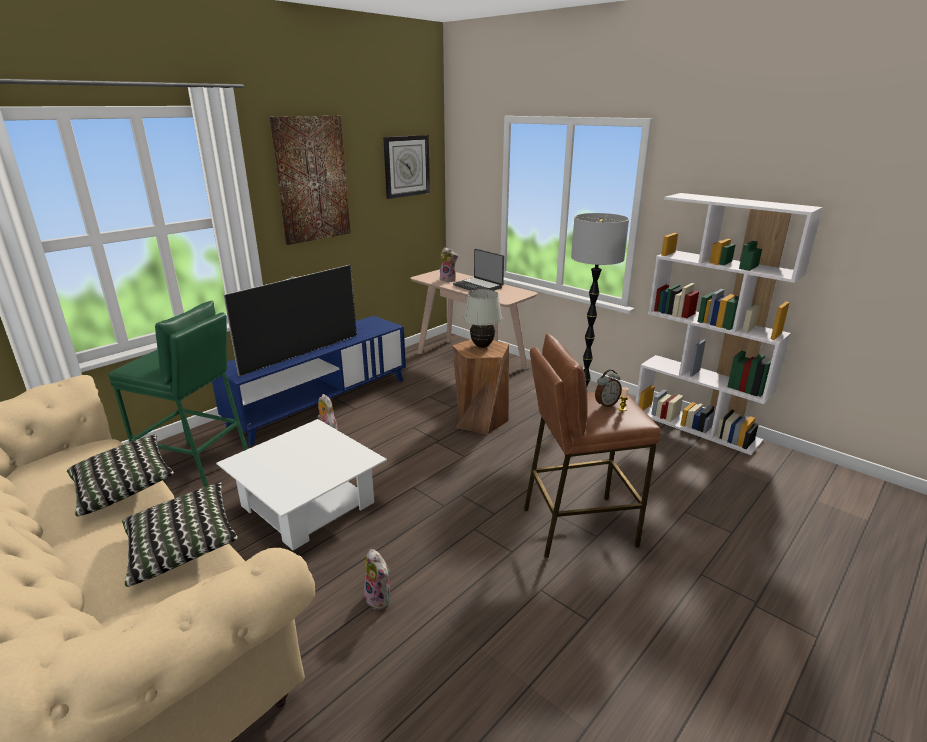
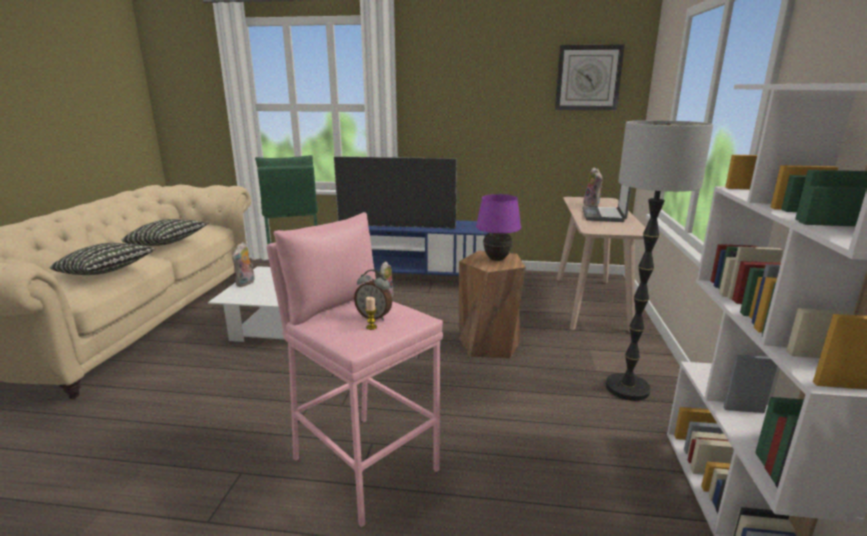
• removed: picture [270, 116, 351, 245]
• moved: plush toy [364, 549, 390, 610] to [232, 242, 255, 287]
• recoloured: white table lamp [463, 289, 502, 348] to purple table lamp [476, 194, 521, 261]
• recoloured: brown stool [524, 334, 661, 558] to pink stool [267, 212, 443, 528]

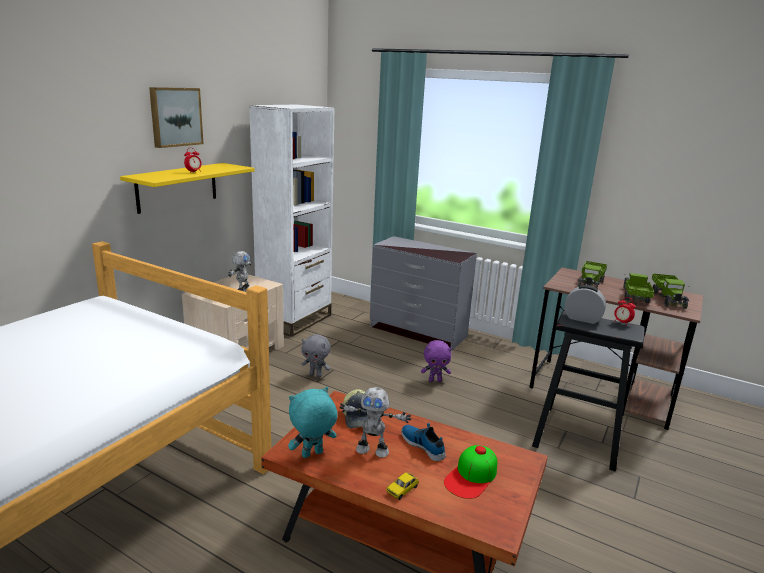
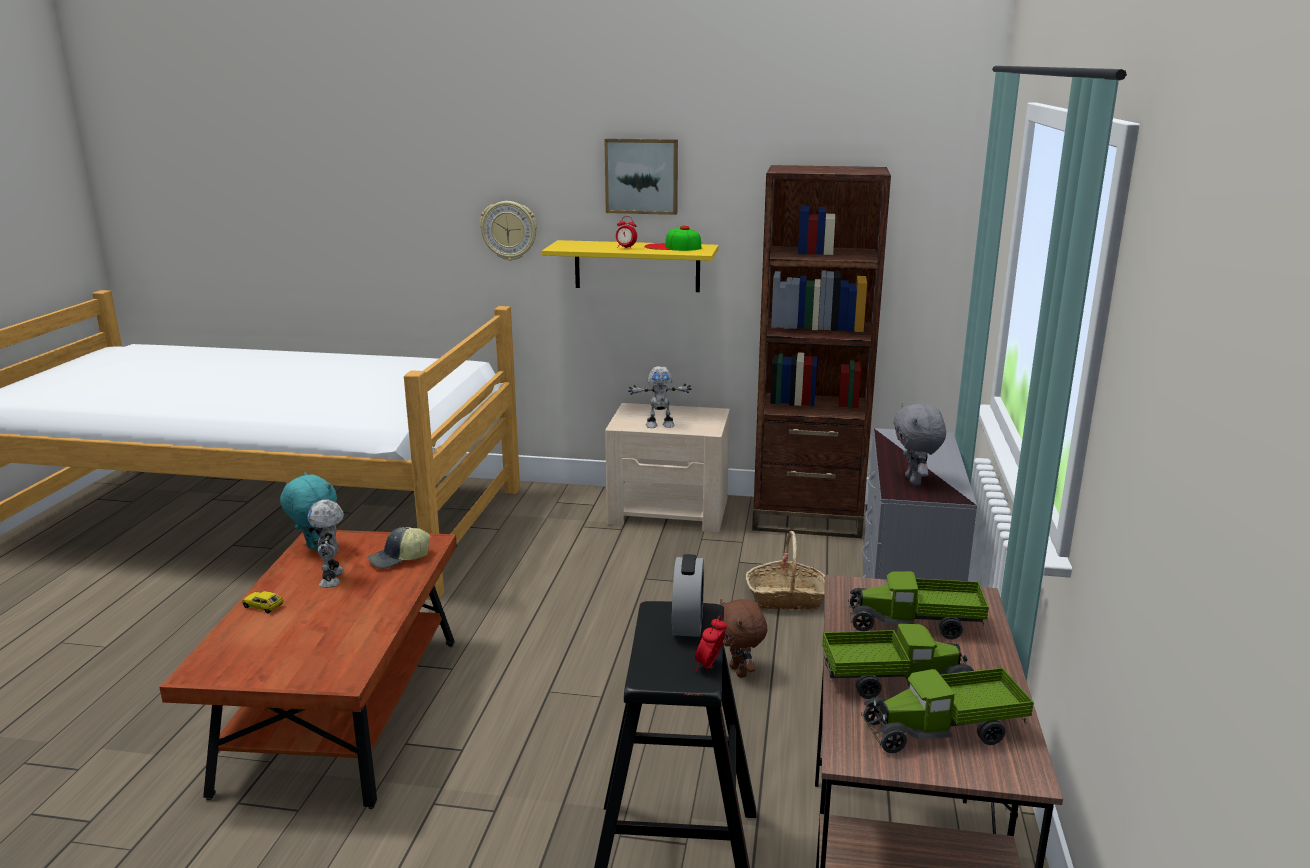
• recoloured: white bookcase [249, 105, 334, 337] to brown bookcase [752, 165, 891, 538]
• moved: grey plush toy [302, 334, 331, 377] to [894, 403, 946, 486]
• removed: shoe [401, 423, 446, 461]
• recoloured: purple plush toy [421, 340, 452, 382] to brown plush toy [720, 599, 767, 678]
• moved: cap [444, 445, 497, 499] to [644, 226, 701, 251]
• added: wall clock [480, 201, 537, 261]
• added: basket [746, 531, 825, 609]

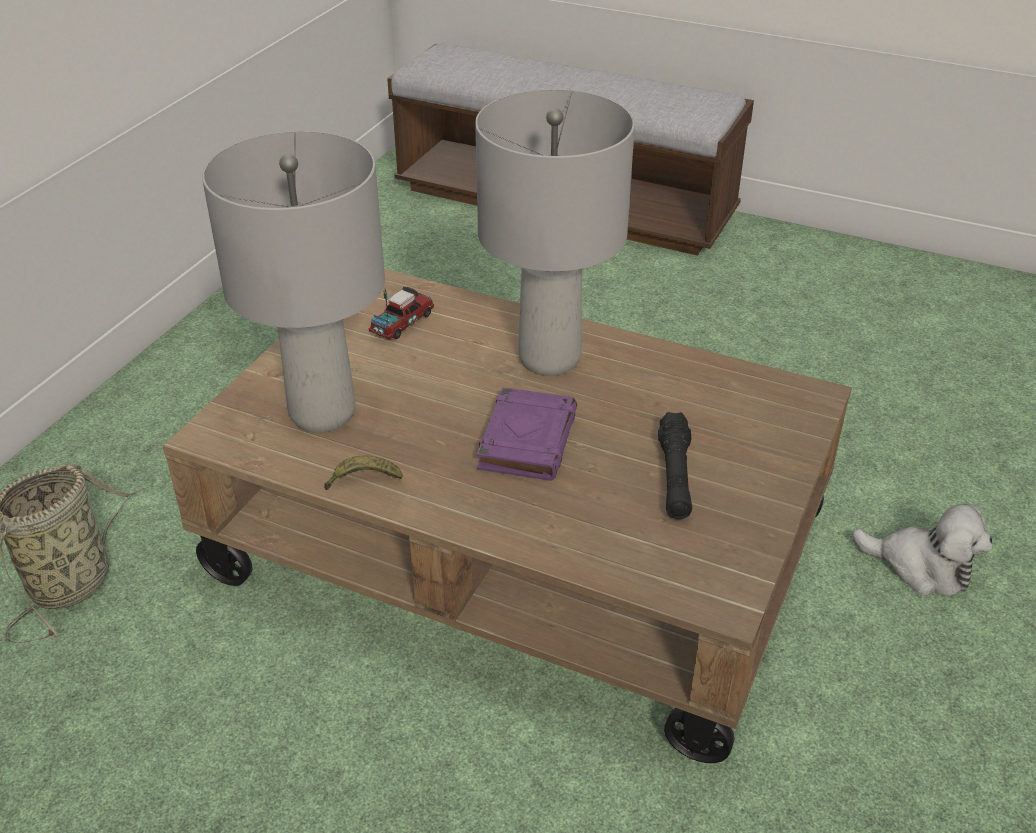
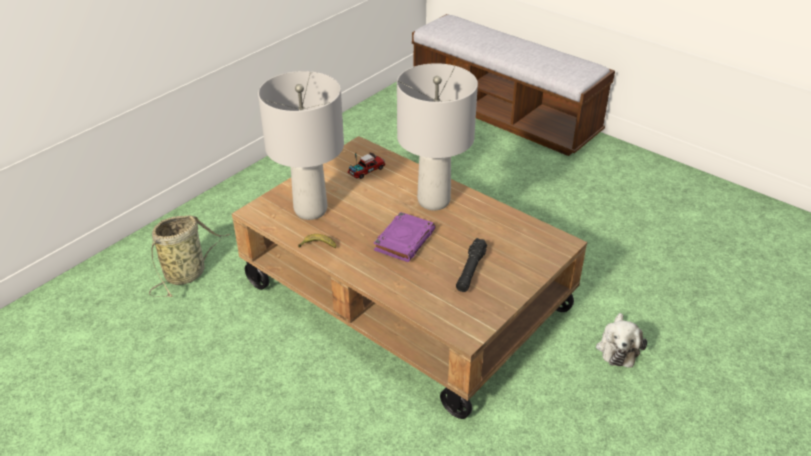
• turned: plush toy [852, 504, 992, 596] = [596, 313, 647, 368] 60 degrees clockwise

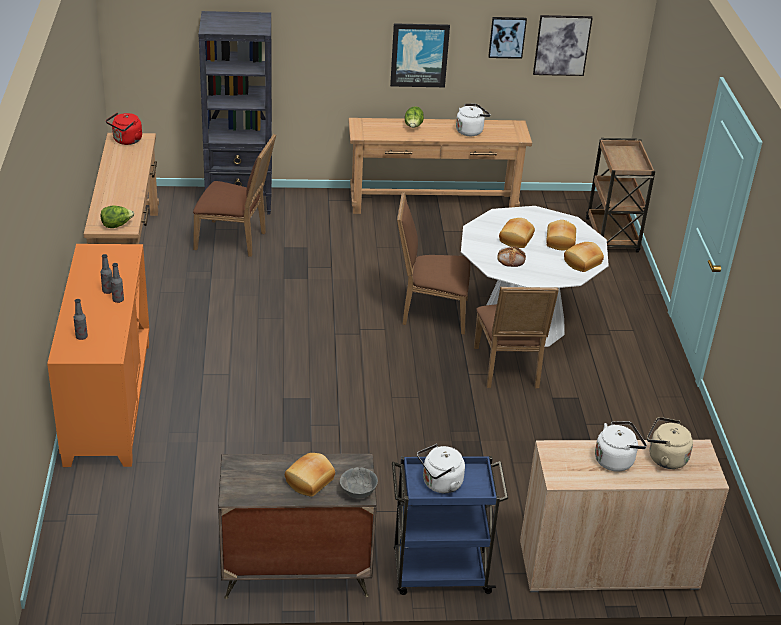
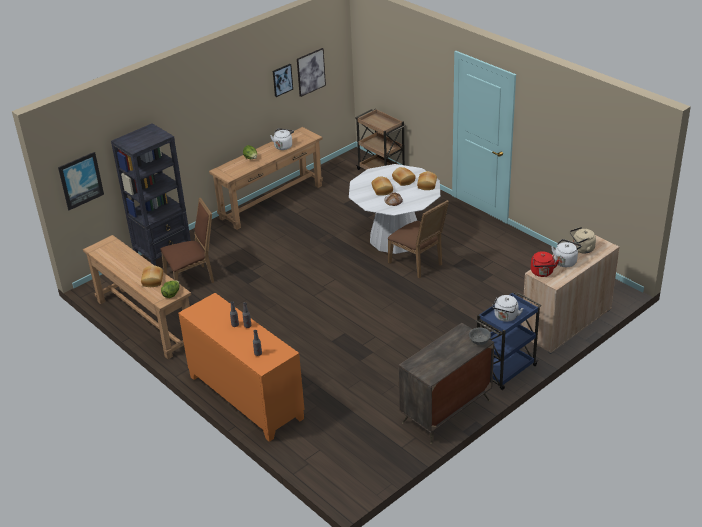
• moved: red kettle [106, 112, 142, 145] to [531, 251, 559, 277]
• moved: bread [285, 453, 335, 497] to [141, 265, 163, 287]
• moved: picture [390, 23, 450, 87] to [58, 152, 104, 210]
• removed: brown chair [397, 192, 470, 334]

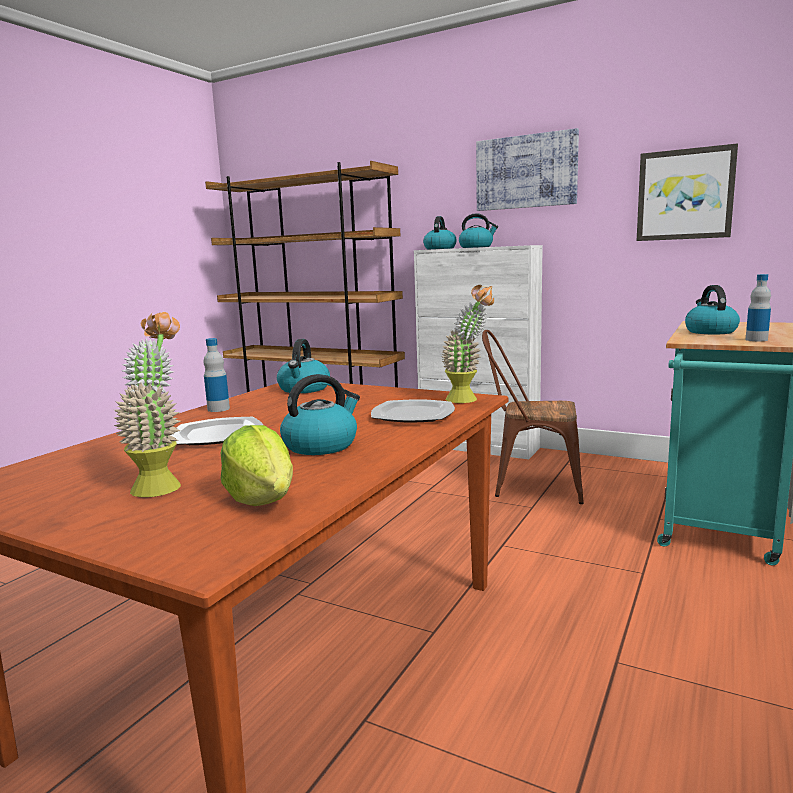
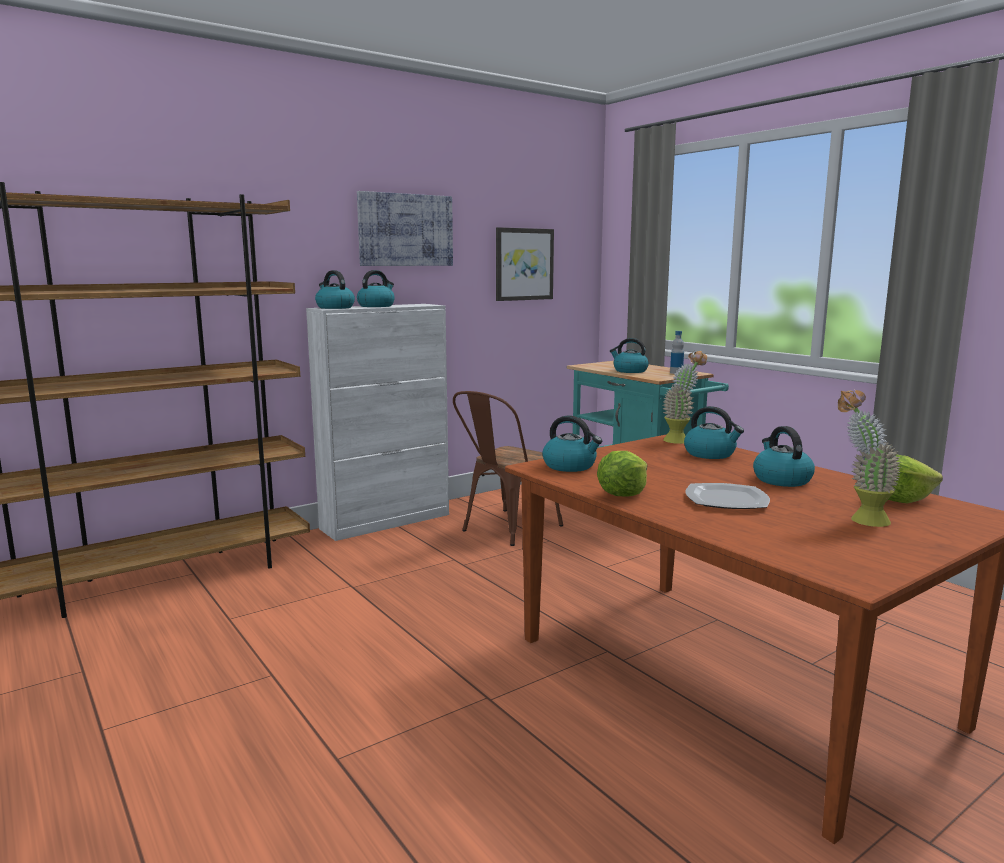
• replaced: bottle [203, 338, 230, 412] to lettuce [597, 451, 647, 497]
• replaced: plate [371, 399, 455, 423] to kettle [684, 406, 744, 459]

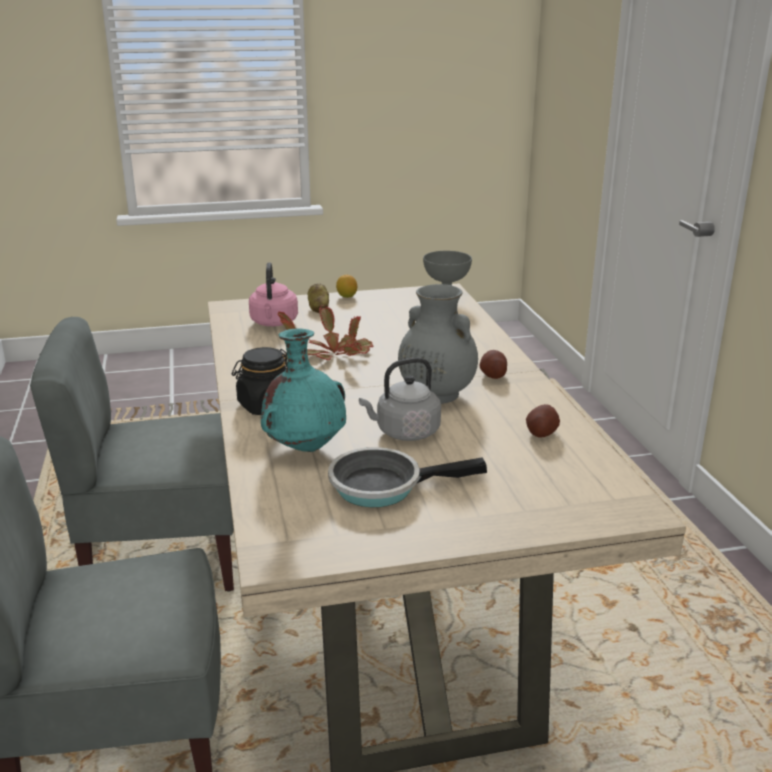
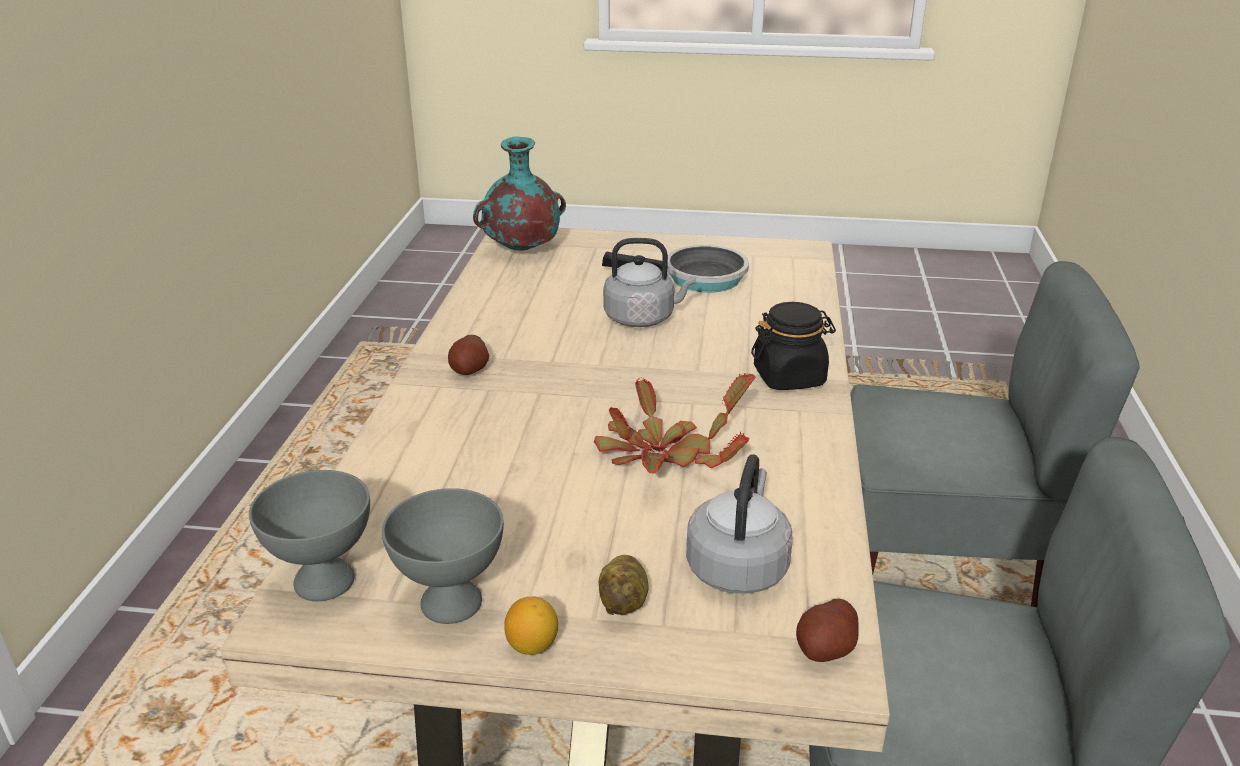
• recoloured: pink kettle [249, 262, 298, 326] to grey kettle [686, 454, 793, 594]
• moved: turquoise vase [261, 329, 346, 452] to [473, 136, 566, 251]
• removed: grey vase [398, 284, 478, 404]
• moved: potato [526, 404, 560, 438] to [796, 598, 859, 662]
• added: grey bowl [382, 488, 504, 624]

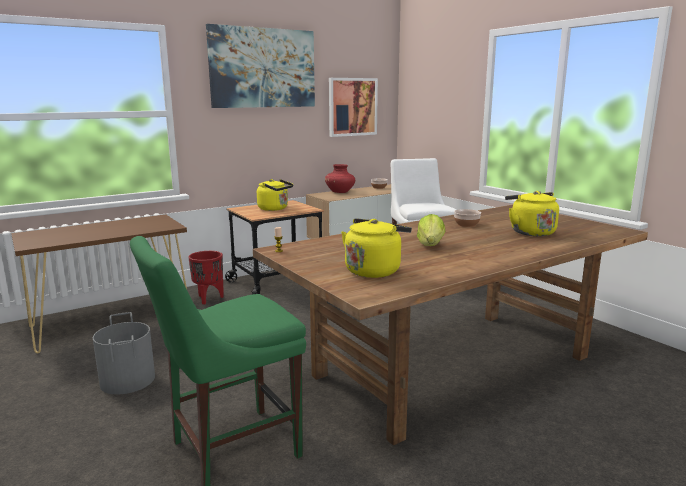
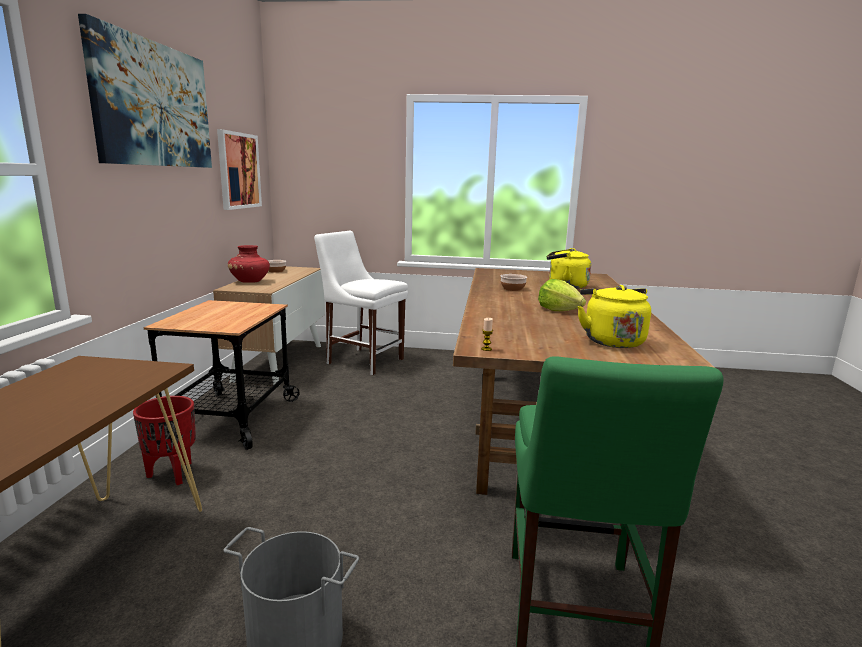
• removed: yellow kettle [257, 179, 293, 211]

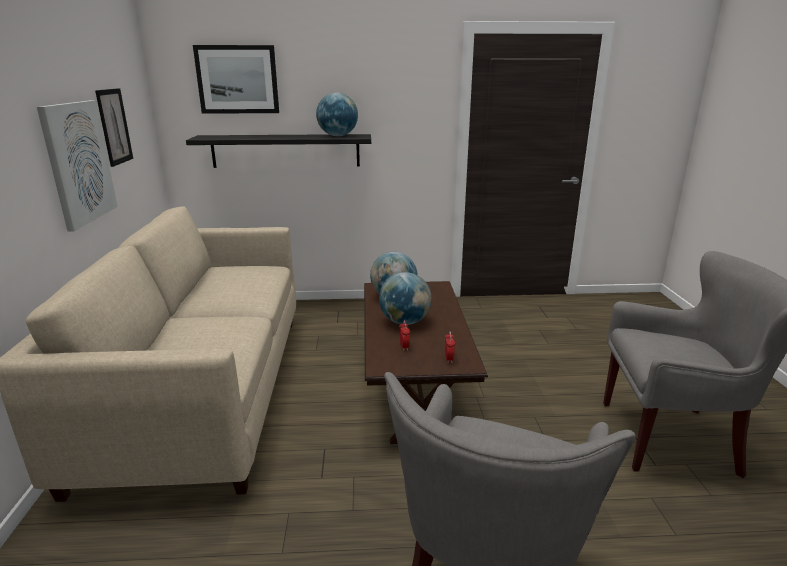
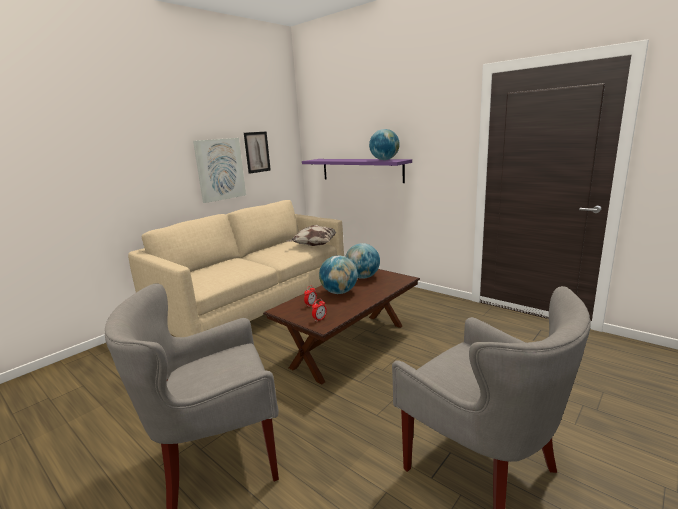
• recoloured: black shelf [186, 134, 371, 168] to purple shelf [302, 159, 412, 183]
• removed: picture [193, 45, 279, 114]
• added: pillow [287, 225, 336, 246]

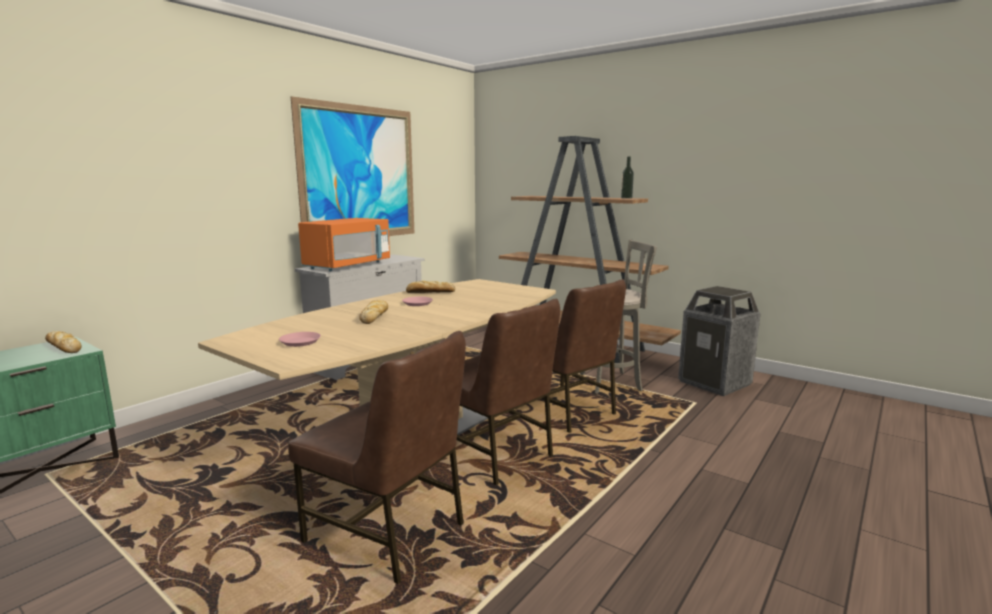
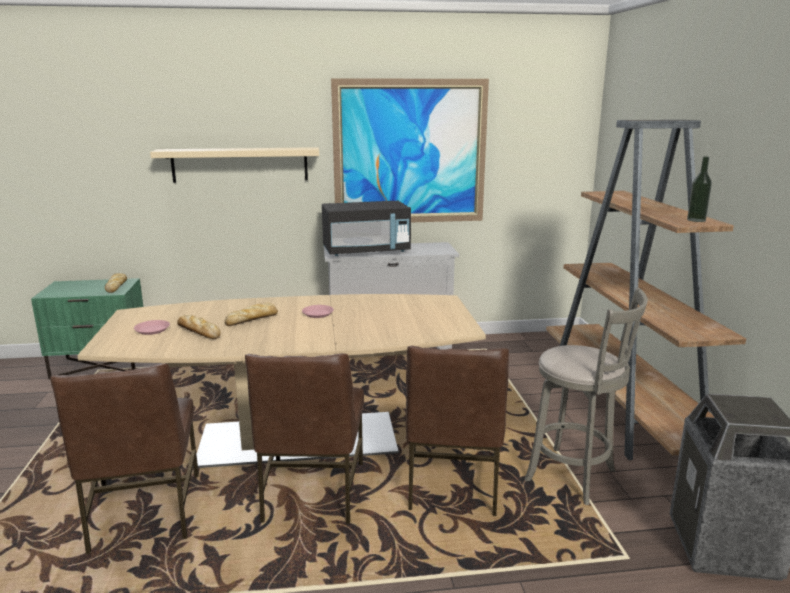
• recoloured: orange microwave [298, 218, 390, 271] to black microwave [322, 201, 411, 256]
• moved: bread [406, 281, 455, 293] to [177, 315, 221, 339]
• added: beige shelf [150, 147, 319, 183]

